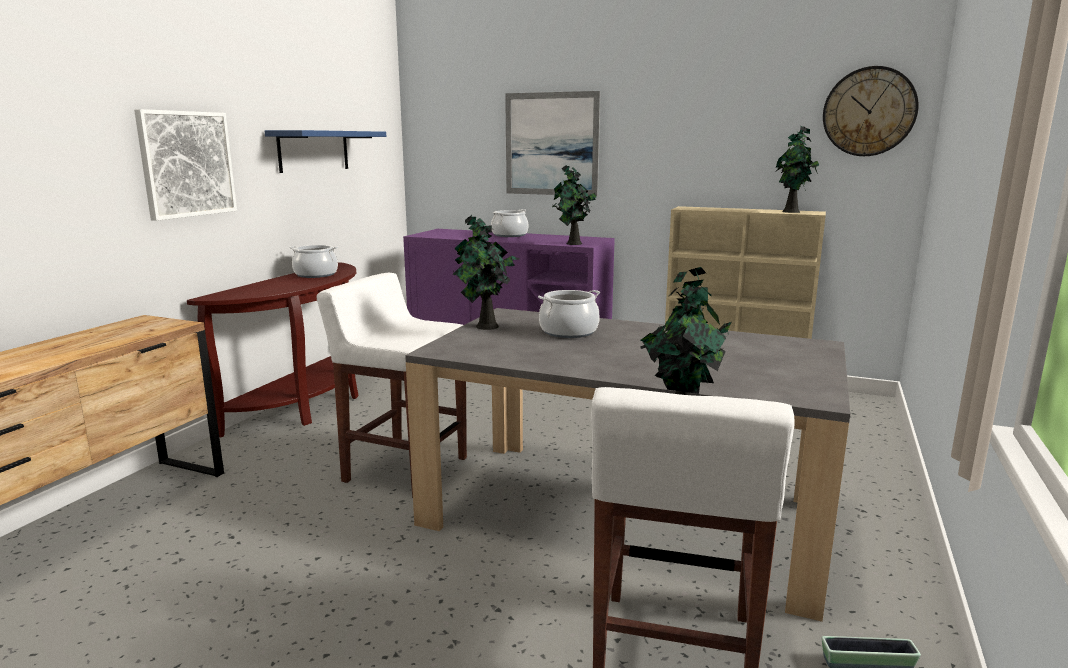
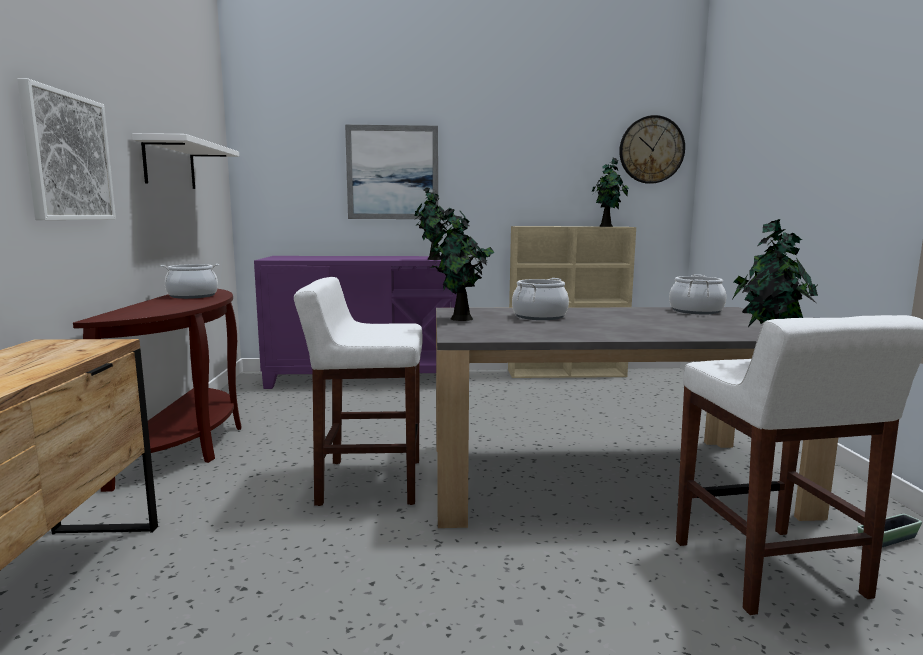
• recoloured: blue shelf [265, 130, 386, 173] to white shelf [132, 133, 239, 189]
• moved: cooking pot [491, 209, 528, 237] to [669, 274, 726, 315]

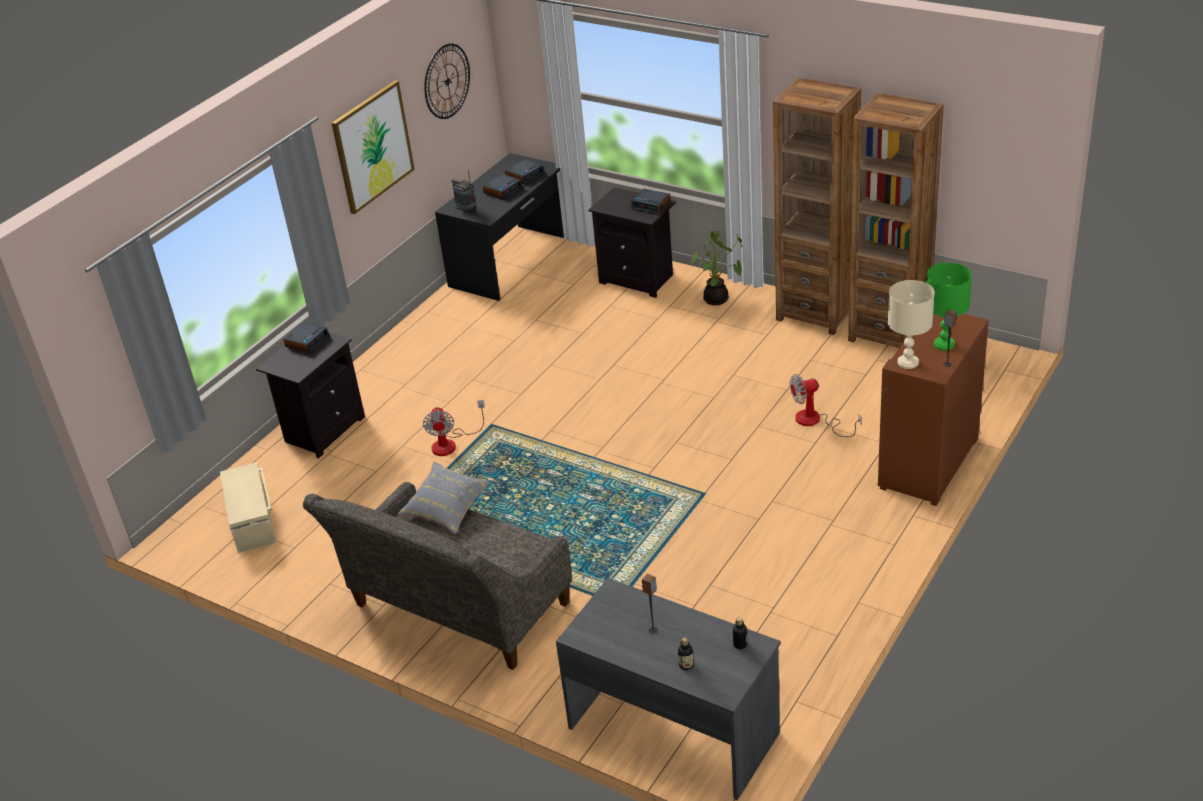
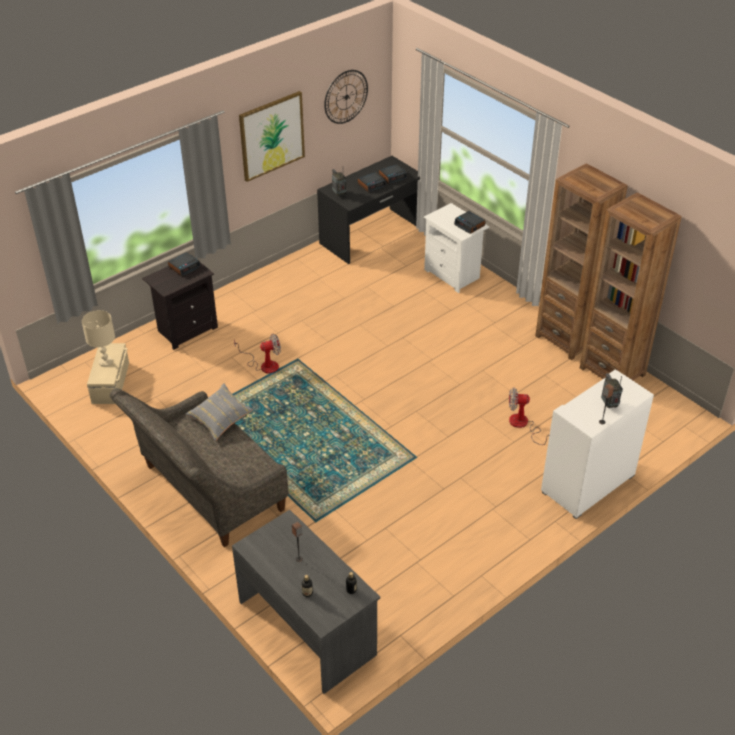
• turned: fan [423, 400, 485, 456] = [234, 333, 281, 374] 120 degrees counterclockwise
• recoloured: black nightstand [588, 187, 676, 298] to white nightstand [424, 203, 490, 293]
• removed: potted plant [691, 231, 743, 305]
• recoloured: brown cabinet [878, 314, 989, 506] to white cabinet [541, 370, 654, 519]
• moved: beige table lamp [888, 280, 934, 369] to [82, 310, 115, 367]
• replaced: green table lamp [926, 263, 972, 351] to radio [601, 373, 623, 408]

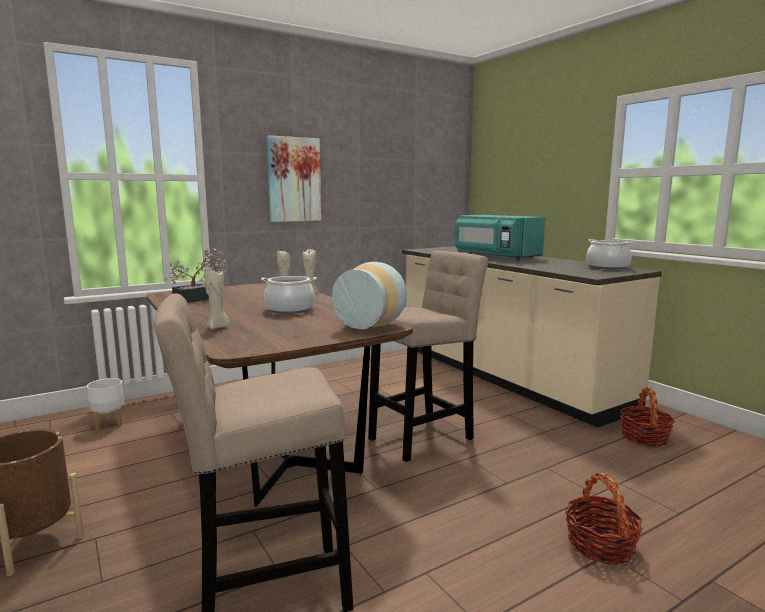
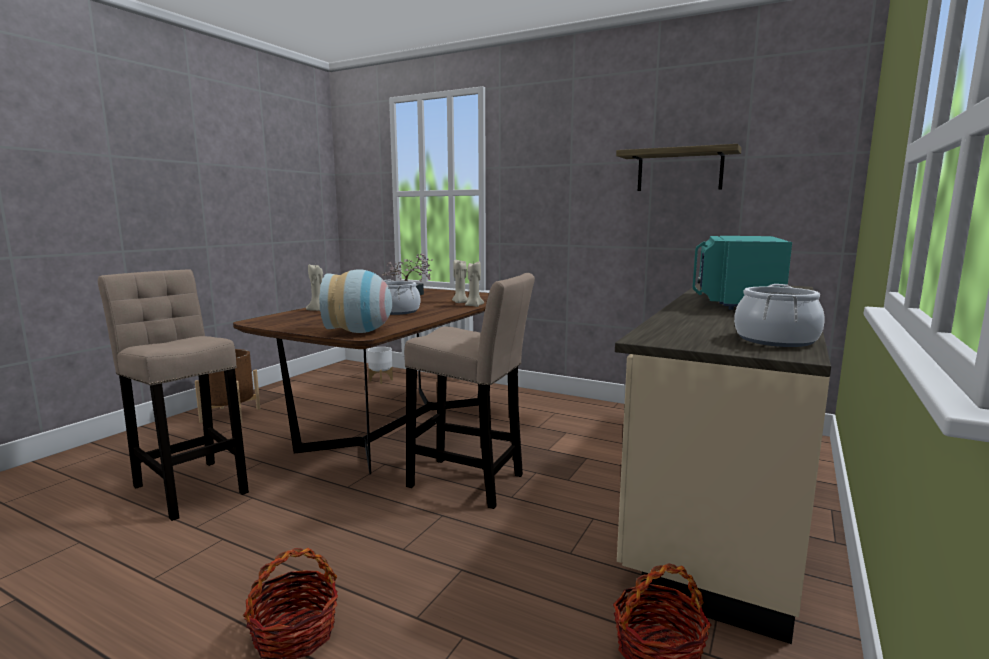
• removed: picture [267, 135, 322, 222]
• added: shelf [616, 144, 742, 191]

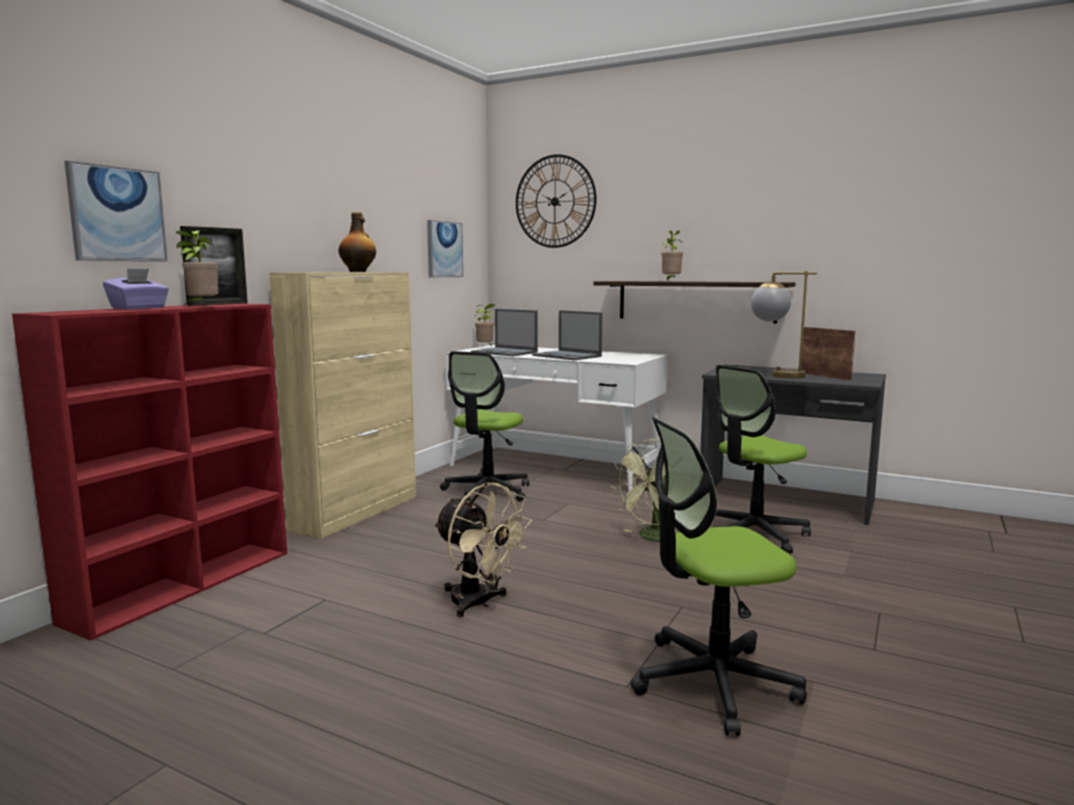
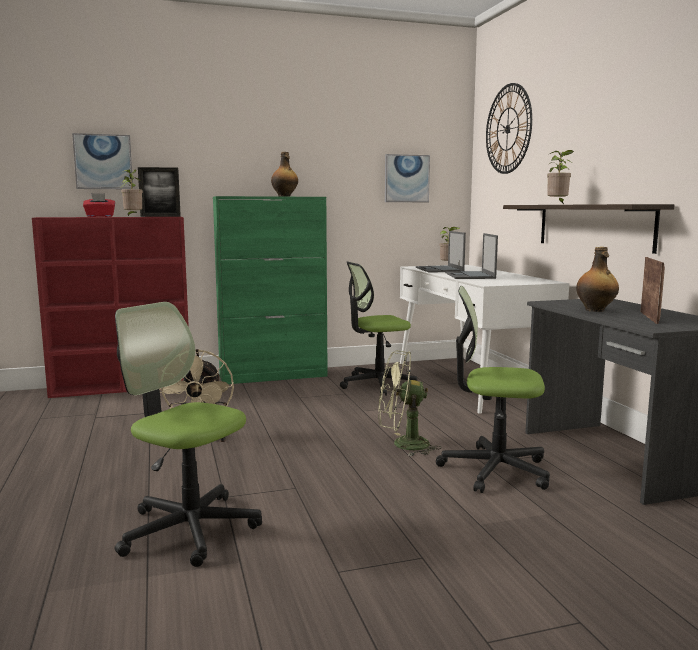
• recoloured: purple tissue box [103, 268, 169, 309] to red tissue box [83, 193, 115, 217]
• recoloured: beige cabinet [269, 272, 416, 539] to green cabinet [213, 196, 328, 384]
• replaced: table lamp [751, 271, 817, 379] to bottle [576, 247, 619, 312]

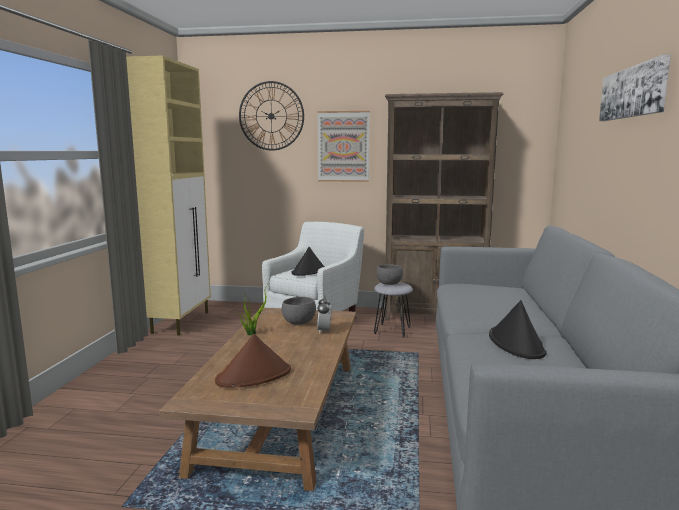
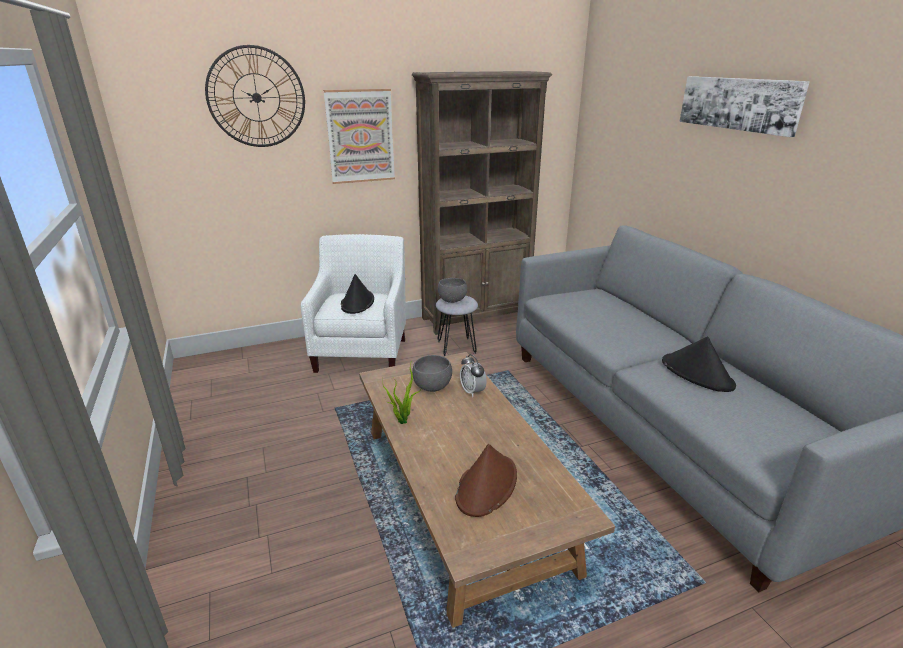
• removed: beige cabinet [126, 55, 211, 335]

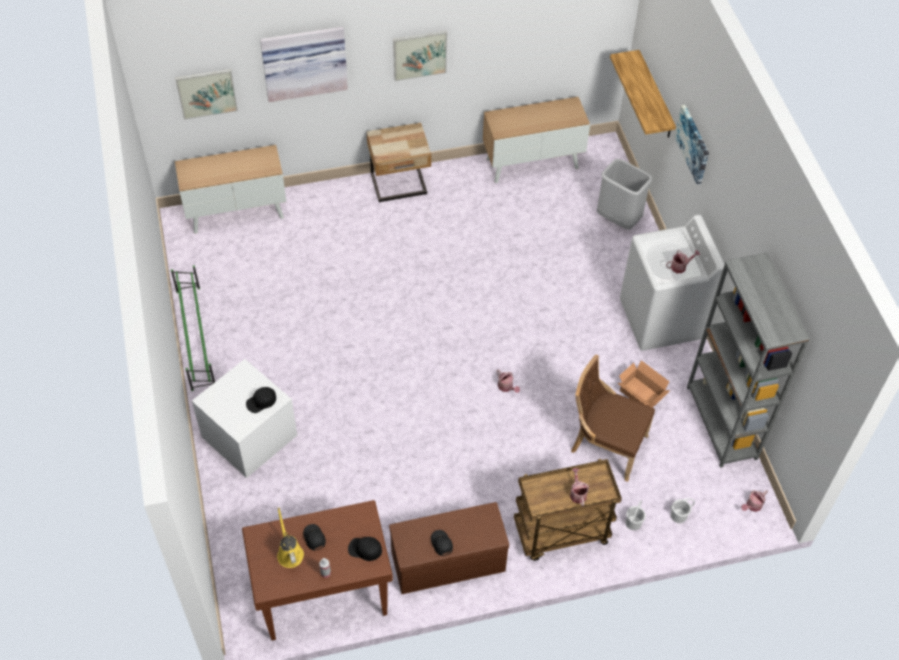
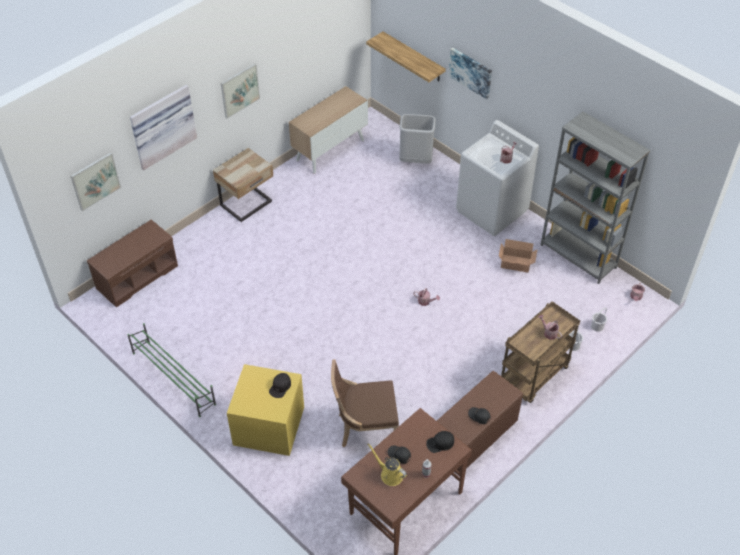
• replaced: cabinet [175, 145, 286, 234] to brown bench [87, 220, 178, 308]
• recoloured: white storage box [192, 359, 297, 478] to yellow storage box [227, 364, 304, 456]
• moved: brown chair [571, 354, 655, 482] to [331, 359, 399, 447]

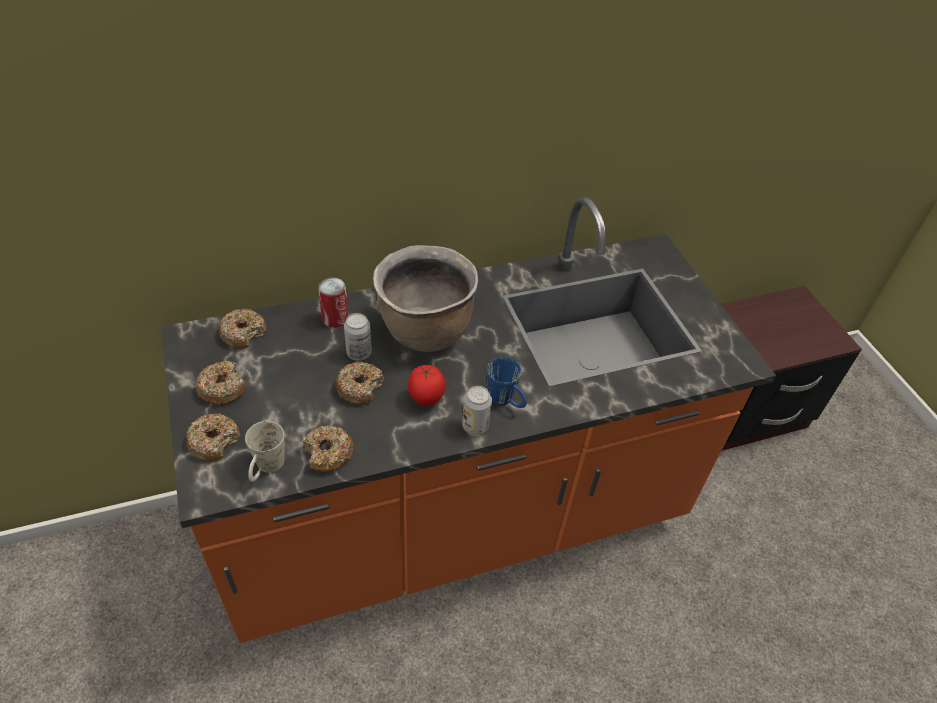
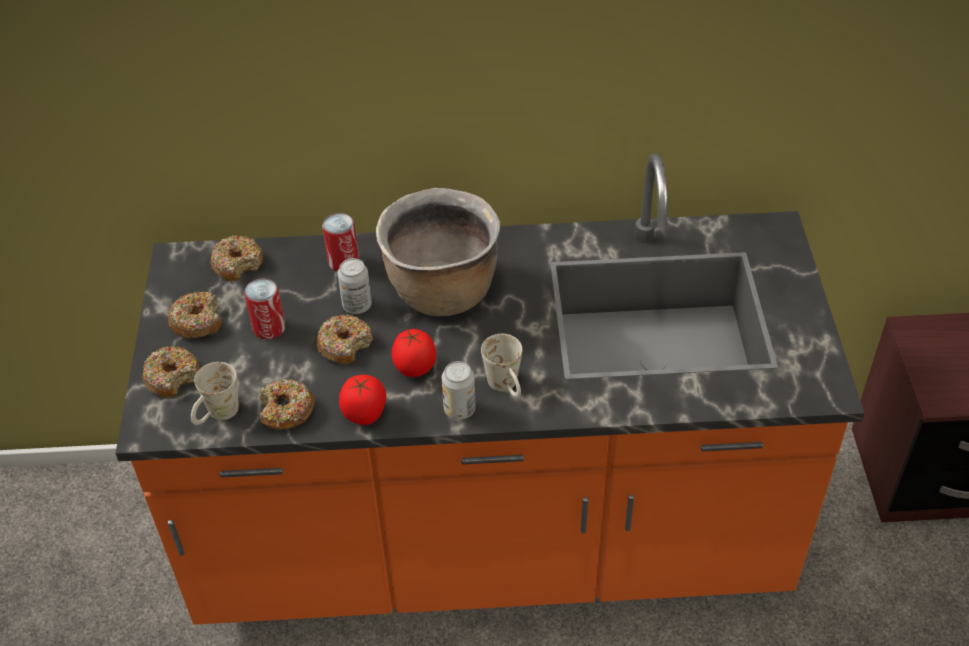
• recoloured: blue mug [487, 357, 526, 408] to white mug [481, 334, 522, 397]
• added: can [244, 278, 285, 340]
• added: tomato [339, 375, 386, 425]

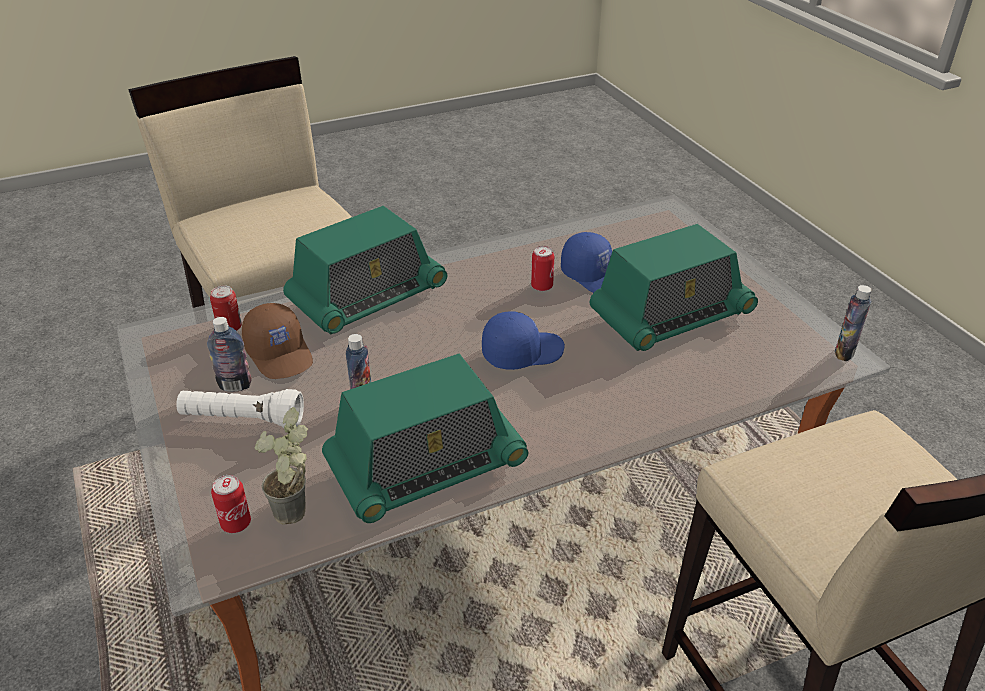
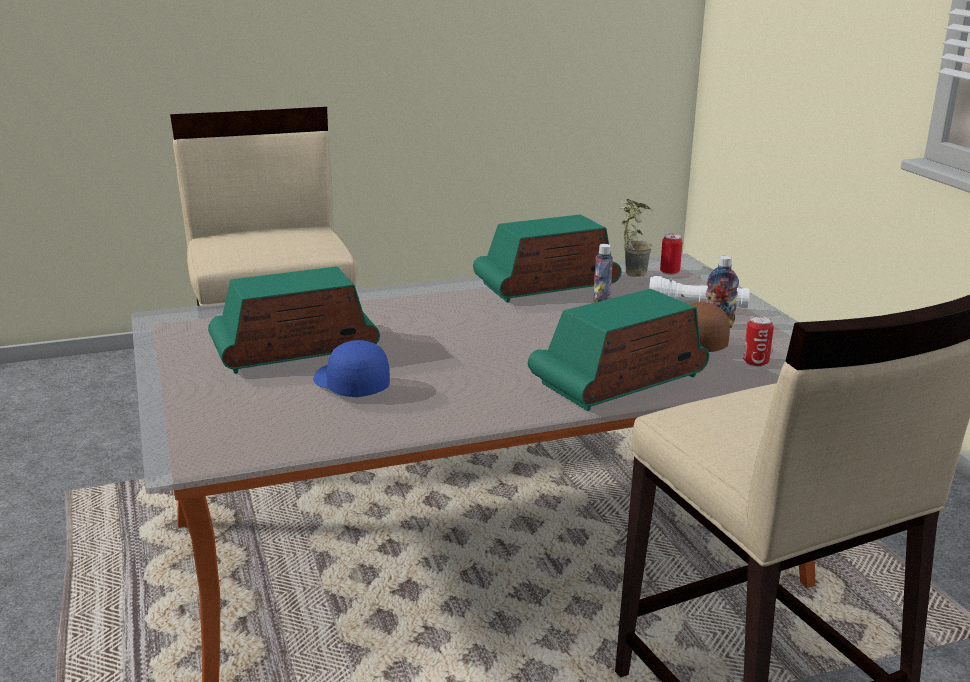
• removed: blue cap [482, 311, 565, 370]
• removed: can [531, 246, 554, 291]
• removed: bottle [835, 285, 872, 361]

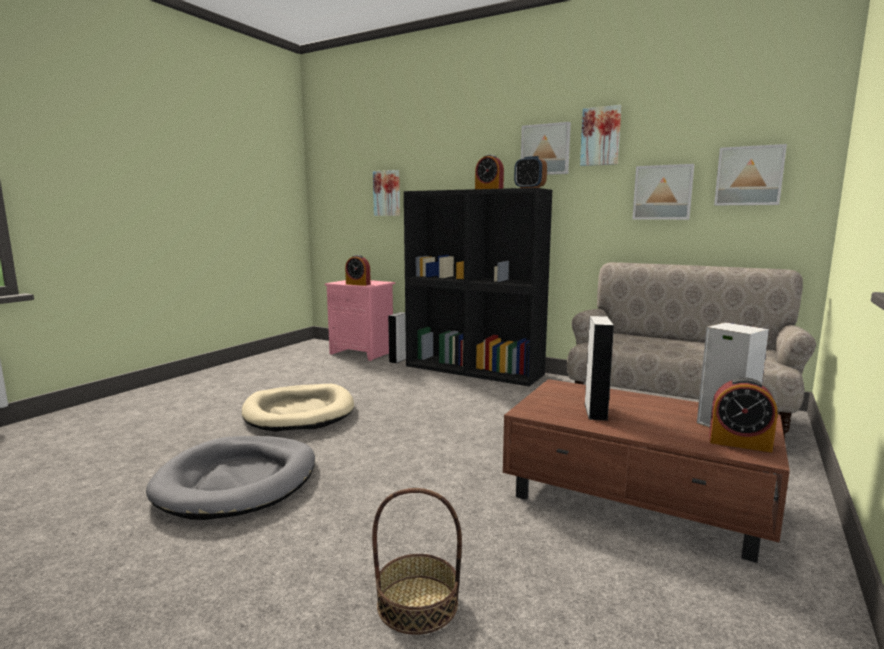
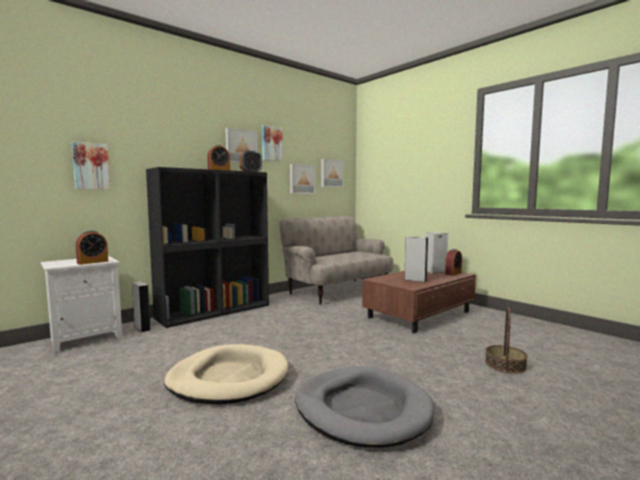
• recoloured: pink nightstand [325, 280, 395, 361] to white nightstand [41, 256, 122, 353]

